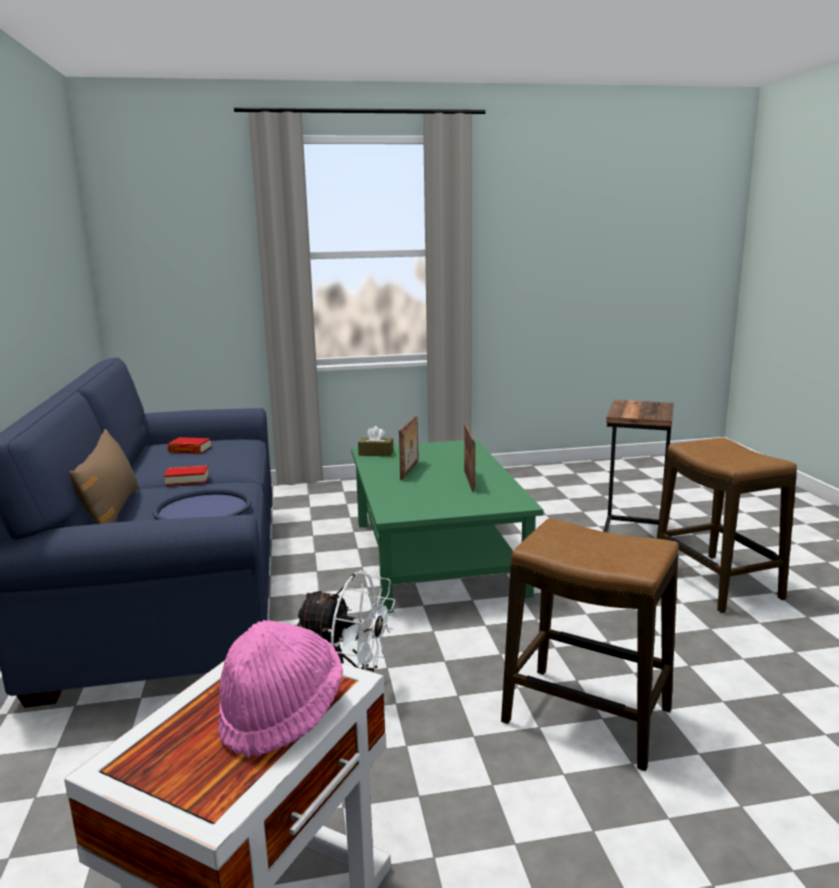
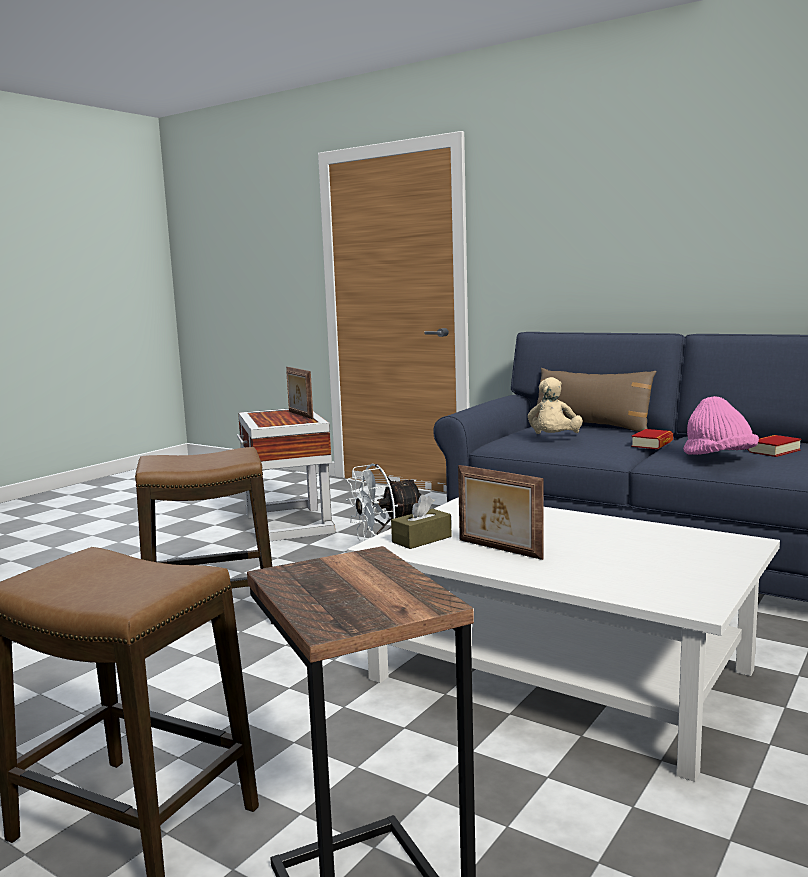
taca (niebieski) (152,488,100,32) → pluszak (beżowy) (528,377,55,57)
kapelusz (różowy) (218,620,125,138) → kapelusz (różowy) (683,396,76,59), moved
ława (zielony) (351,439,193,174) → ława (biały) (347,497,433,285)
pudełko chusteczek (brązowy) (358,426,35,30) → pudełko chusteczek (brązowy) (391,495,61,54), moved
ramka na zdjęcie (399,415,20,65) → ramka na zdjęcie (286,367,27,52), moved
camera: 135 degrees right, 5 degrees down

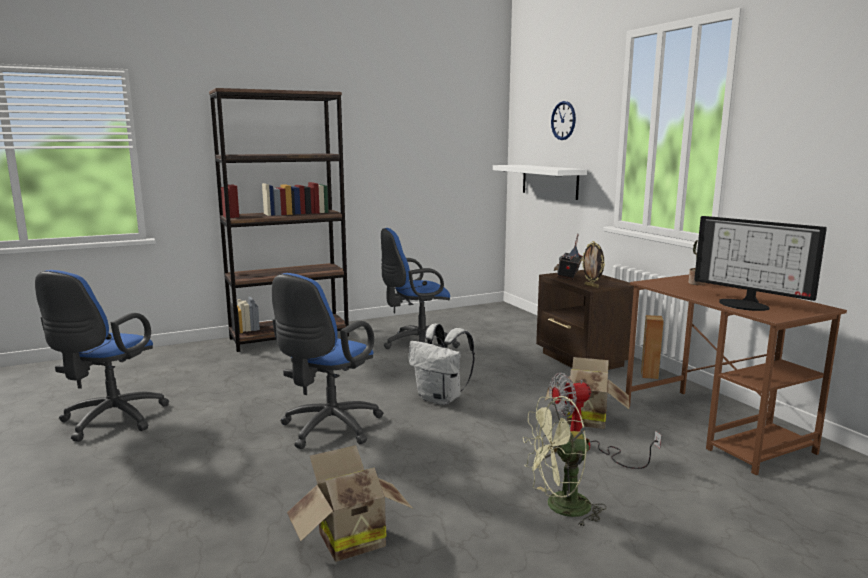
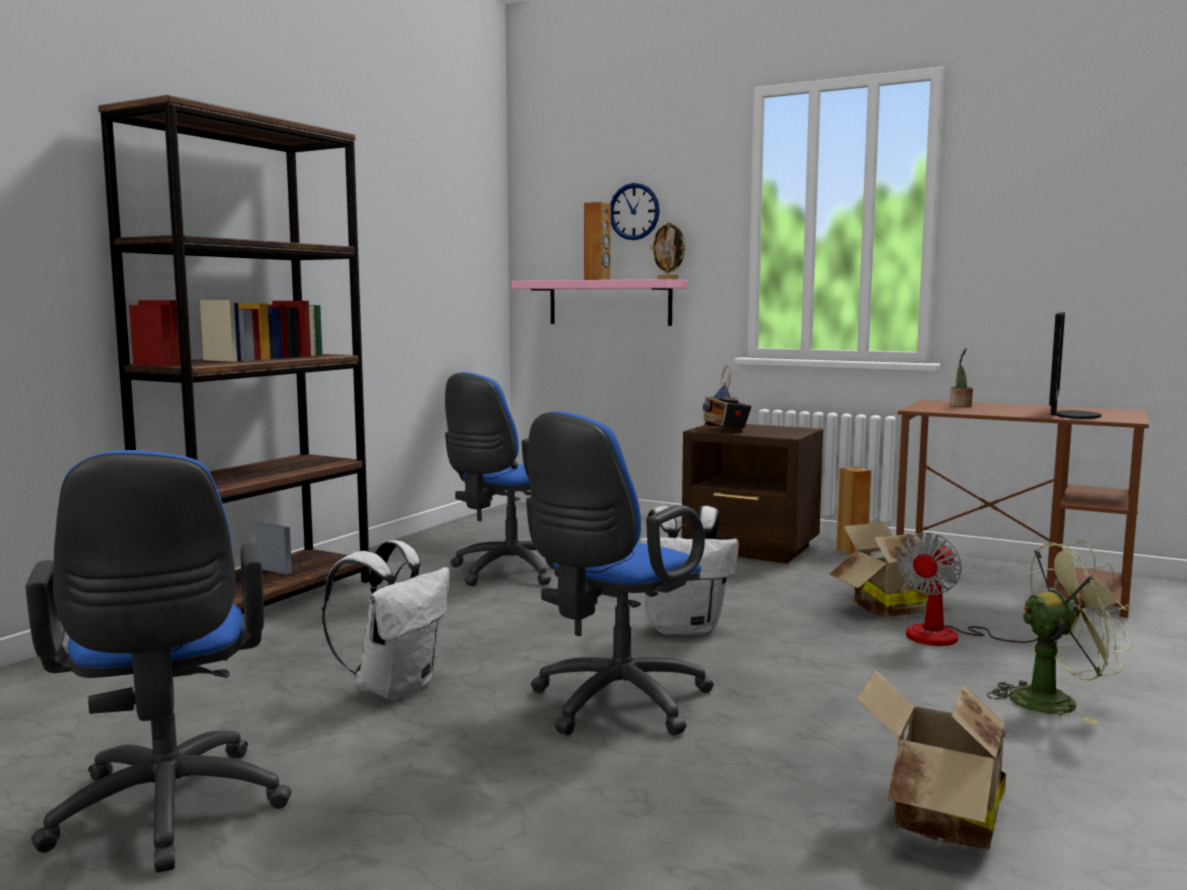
krzesło biurowe (niebieski) (272,273,111,176) → krzesło biurowe (niebieski) (526,411,188,324), 45 degrees clockwise
półka (biały) (493,165,94,35) → półka (różowy) (512,279,176,47)
wentylator (zielony) (523,396,83,131) → wentylator (zielony) (987,541,147,183), 135 degrees counterclockwise
ramka na zdjęcie (581,241,24,47) → ramka na zdjęcie (650,221,37,59), moved
monitor (694,216,133,95) → monitor (1049,312,53,107), 75 degrees counterclockwise
- → plecak (biały) (322,540,128,161)
- → głośnik (brązowy) (584,202,27,78)
camera: 35 degrees left, 5 degrees down

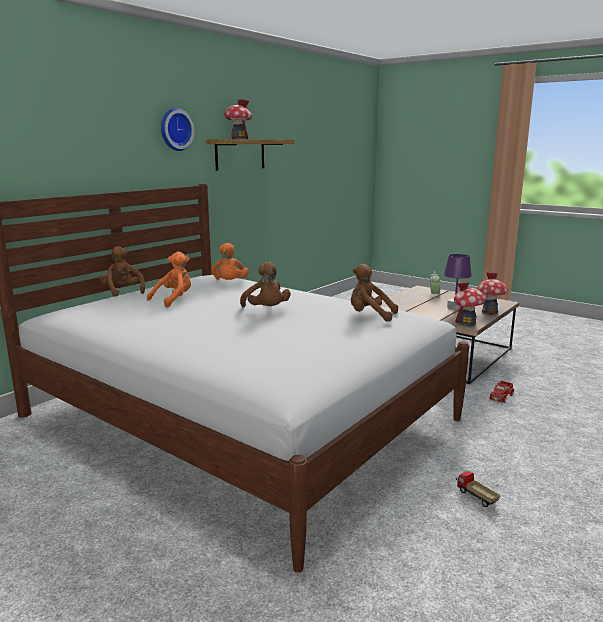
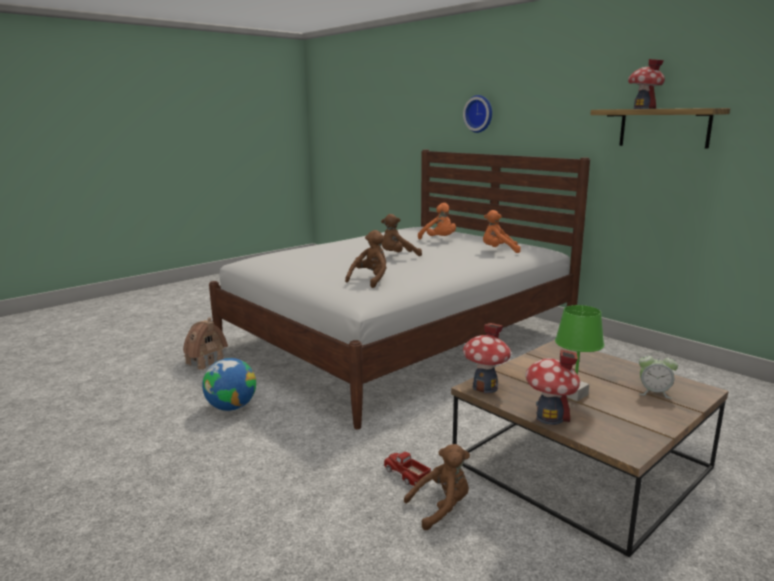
pluszak (brązowy) (99,246,46,50) → pluszak (brązowy) (404,444,66,86), moved
zegar ścienny (161,108,33,43) → zegar ścienny (463,95,29,38), moved
lampa stołowa (fioletowy) (444,254,28,56) → lampa stołowa (zielony) (555,305,49,96)
ciężarówka zabawkowa (456,472,44,35) → globus (202,358,54,53)
- → domek (183,317,45,53)
camera: 100 degrees right, 0 degrees up

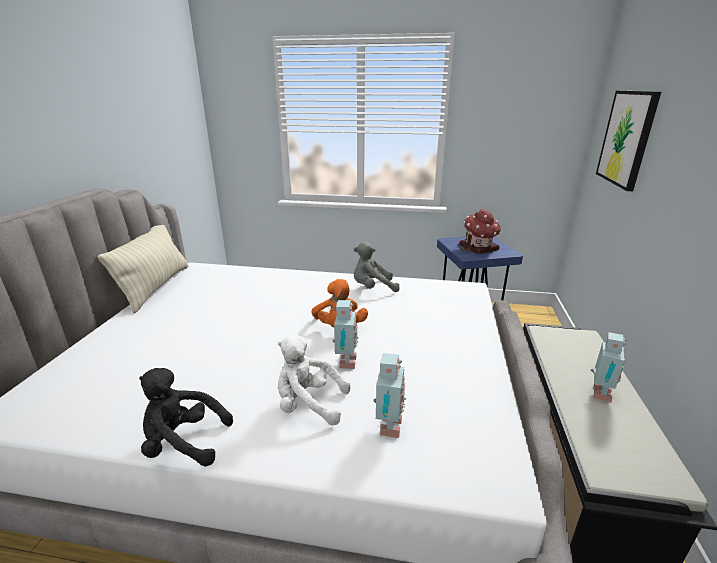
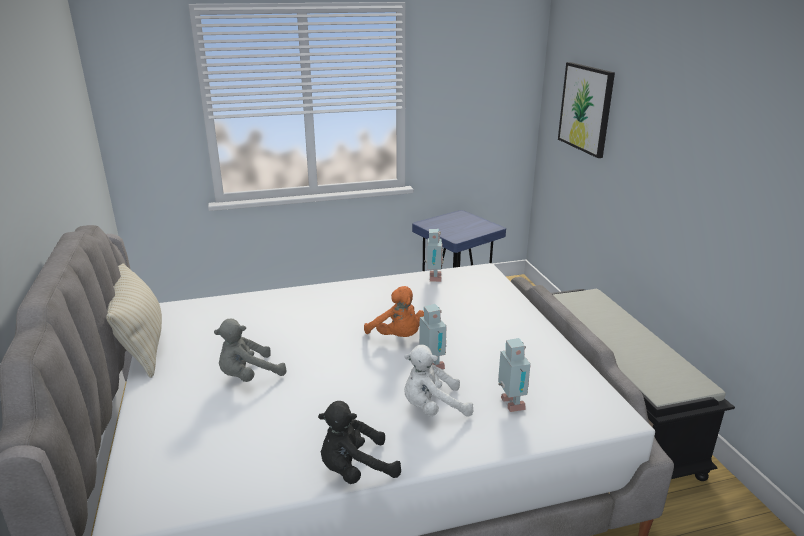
pluszak (szary) (354,242,45,50) → pluszak (szary) (214,319,73,63), moved
domek (459,209,42,45) → -
robot zabawkowy (591,332,35,71) → robot zabawkowy (424,229,20,53), moved
camera: 25 degrees left, 0 degrees up

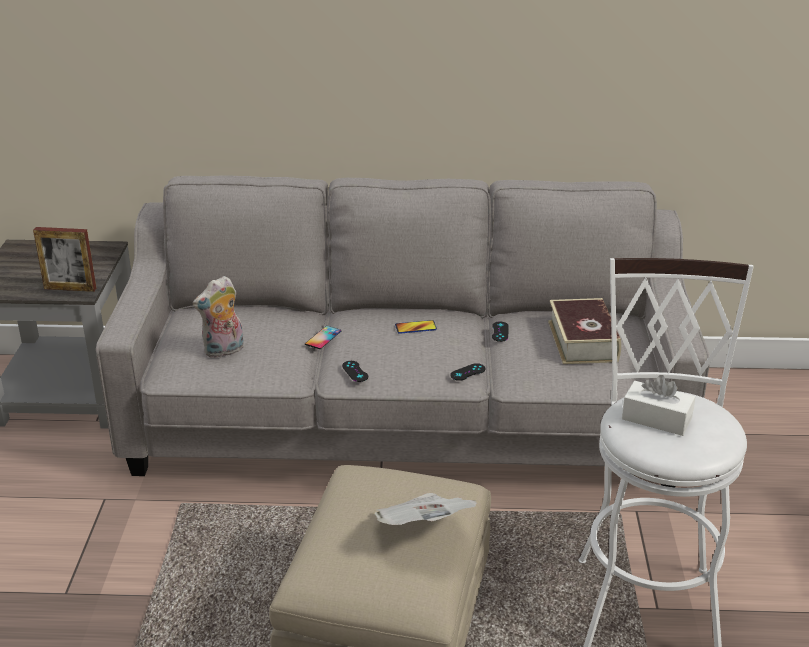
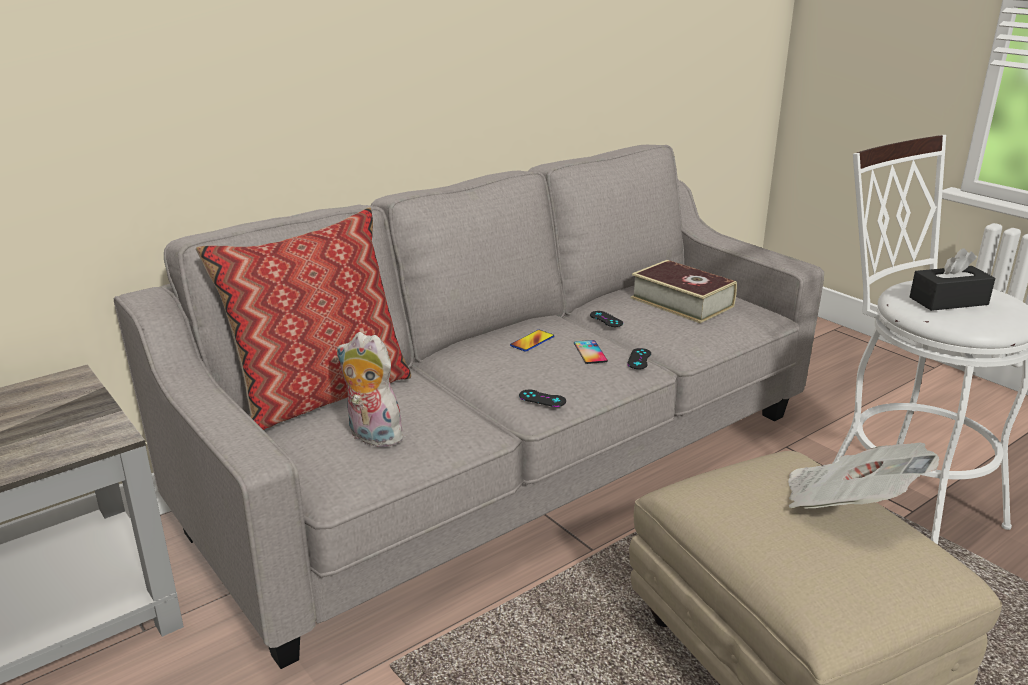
ramka na zdjęcie (33,227,63,65) → -
pluszak (193,276,51,83) → pluszak (337,332,73,115), 105 degrees clockwise
telefon (305,326,36,23) → telefon (574,340,34,24), moved
pudełko chusteczek (biały) (622,375,73,61) → pudełko chusteczek (czarny) (910,248,85,63)
- → poduszka (196,207,215,223)
camera: 40 degrees left, 5 degrees down

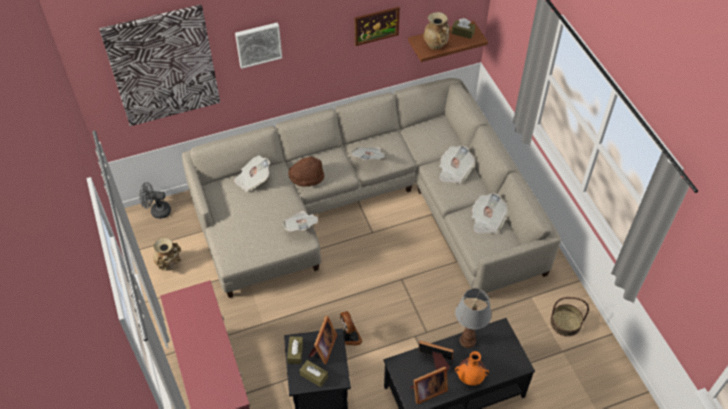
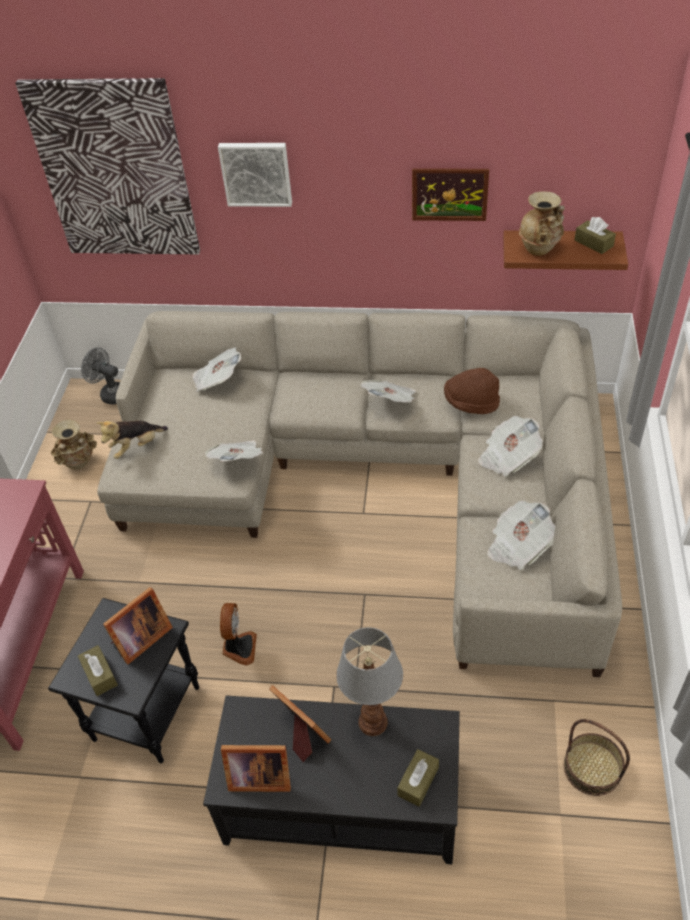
pudełko chusteczek (brązowy) (287,336,16,28) → pudełko chusteczek (brązowy) (397,749,42,58), moved
kapelusz (brązowy) (288,157,36,30) → kapelusz (brązowy) (444,368,56,46), moved
wazon (pomarańczowy) (455,351,34,35) → -
- → pluszak (97,420,71,39)
camera: 30 degrees right, 5 degrees down

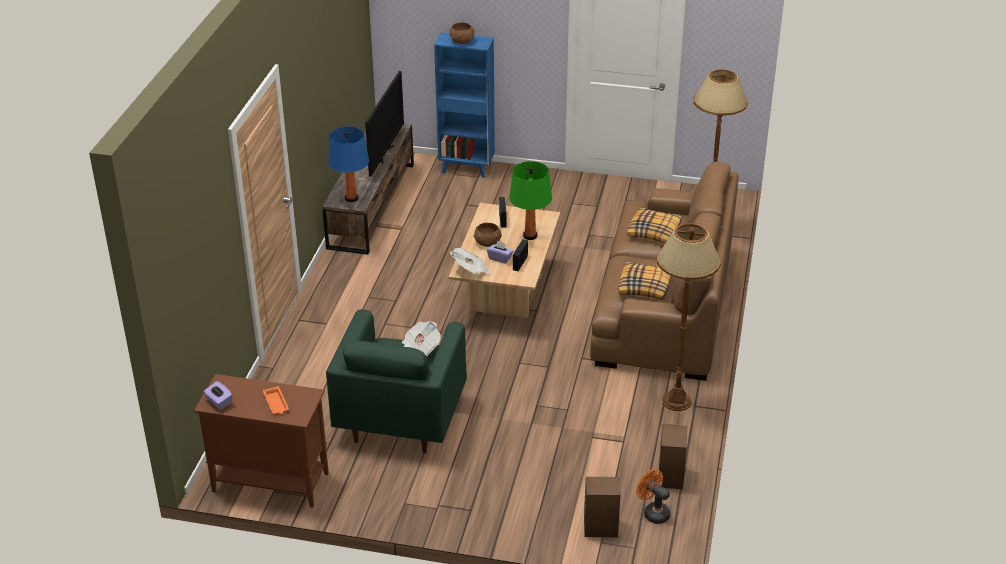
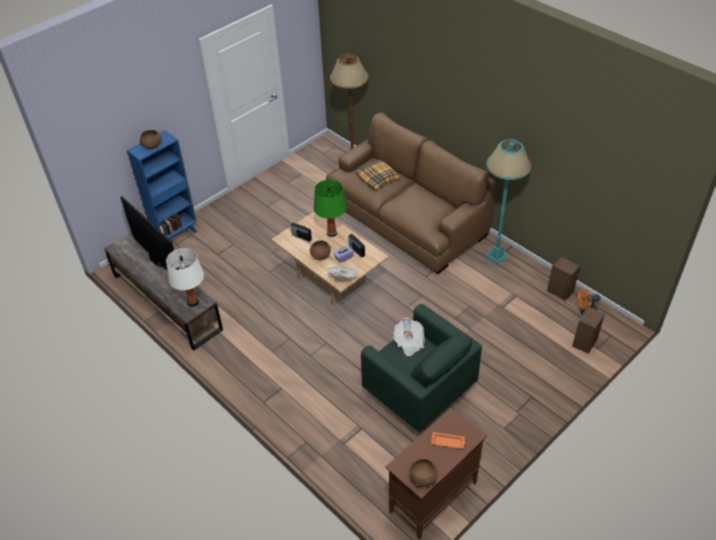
pudełko chusteczek (fioletowy) (204,381,29,29) → miska (brązowy) (409,458,29,29)
lampa stołowa (niebieski) (328,126,41,76) → lampa stołowa (biały) (166,248,38,59)
poduszka (618,262,53,38) → -
lampa stojąca (brązowy) (657,223,64,188) → lampa stojąca (turkusowy) (486,139,45,124)
camera: 55 degrees left, 10 degrees up

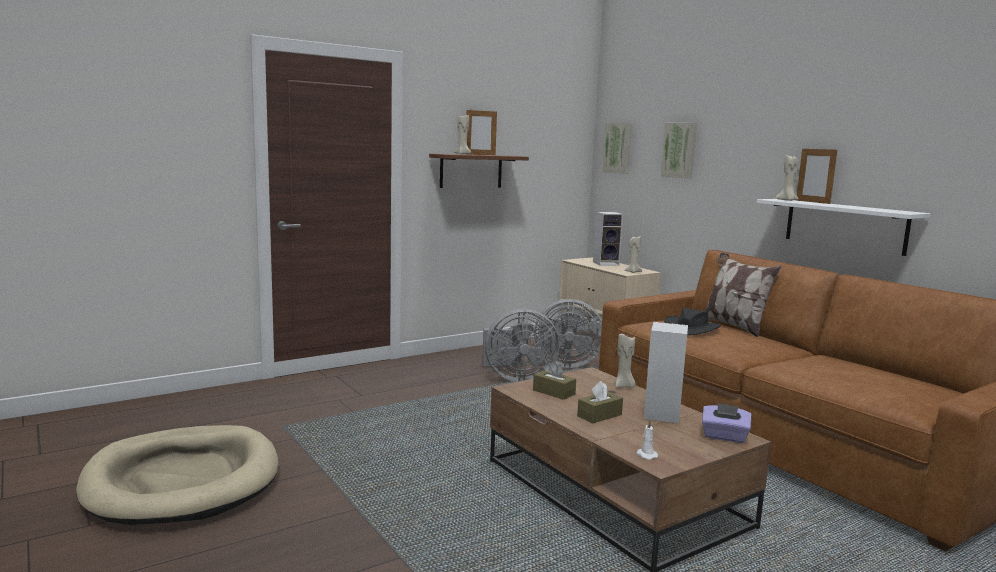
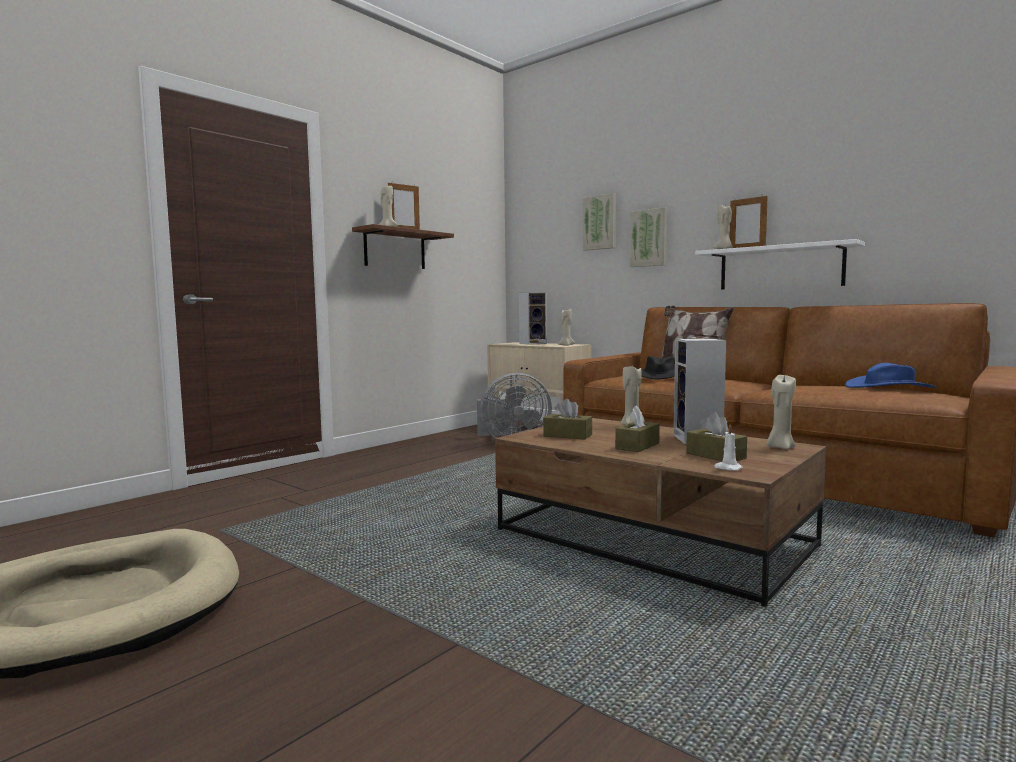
wentylator (szary) (482,308,78,74) → -
obraz (602,123,30,51) → obraz (630,207,37,60), moved
pudełko chusteczek (fioletowy) (702,403,49,40) → świeca (beżowy) (767,375,29,74)
- → pudełko chusteczek (brązowy) (686,412,61,49)
- → kapelusz (niebieski) (845,363,92,25)
camera: 15 degrees left, 5 degrees down

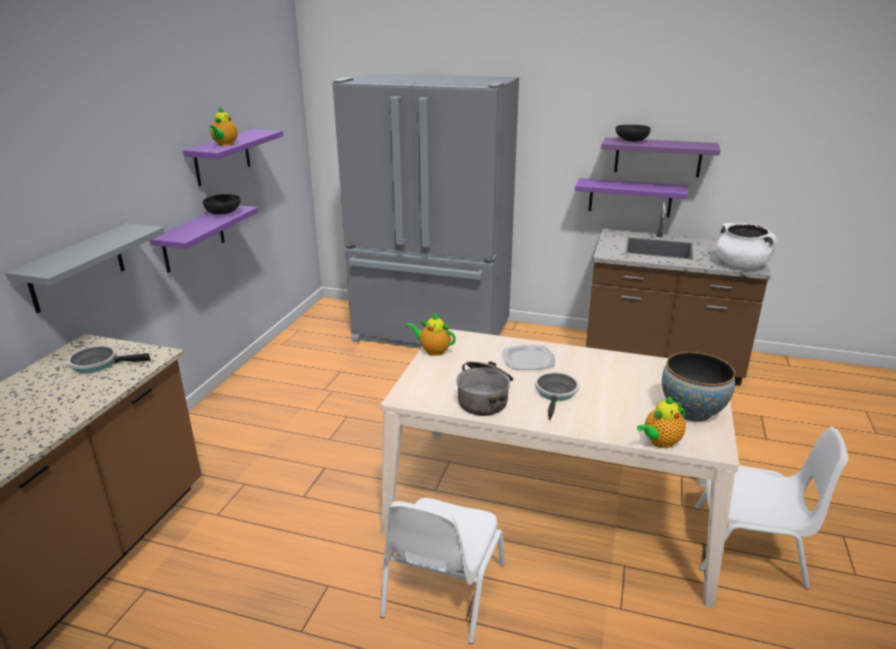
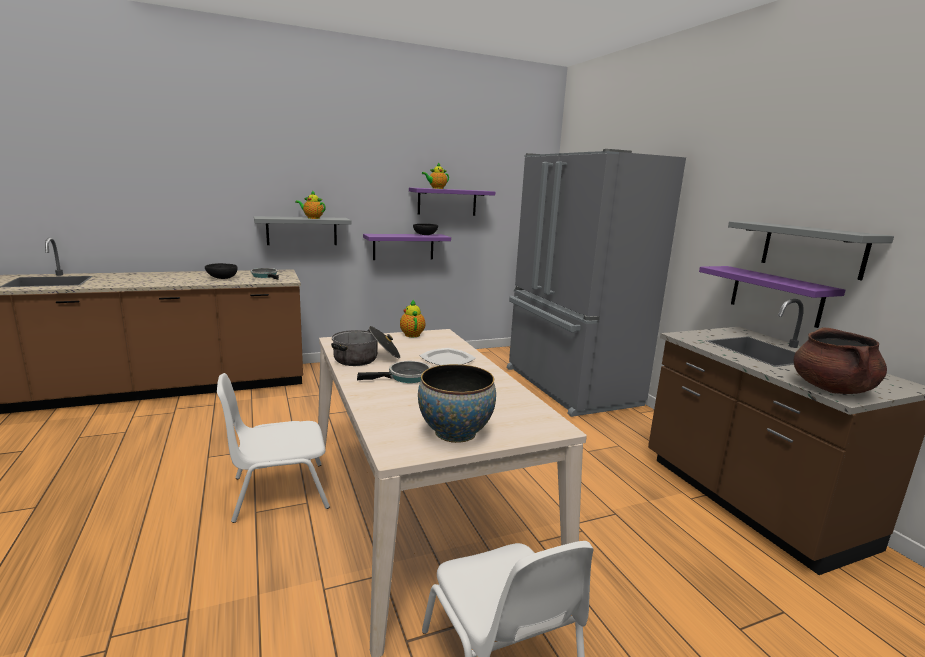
półka (fioletowy) (601,138,119,39) → półka (szary) (728,221,166,59)
miska (czarny) (615,125,36,17) → miska (czarny) (205,263,33,16), moved
imbryk (637,396,49,52) → imbryk (295,190,31,29), moved
garnek (biały) (716,223,61,45) → garnek (brązowy) (794,327,93,67)
camera: 50 degrees right, 10 degrees down

